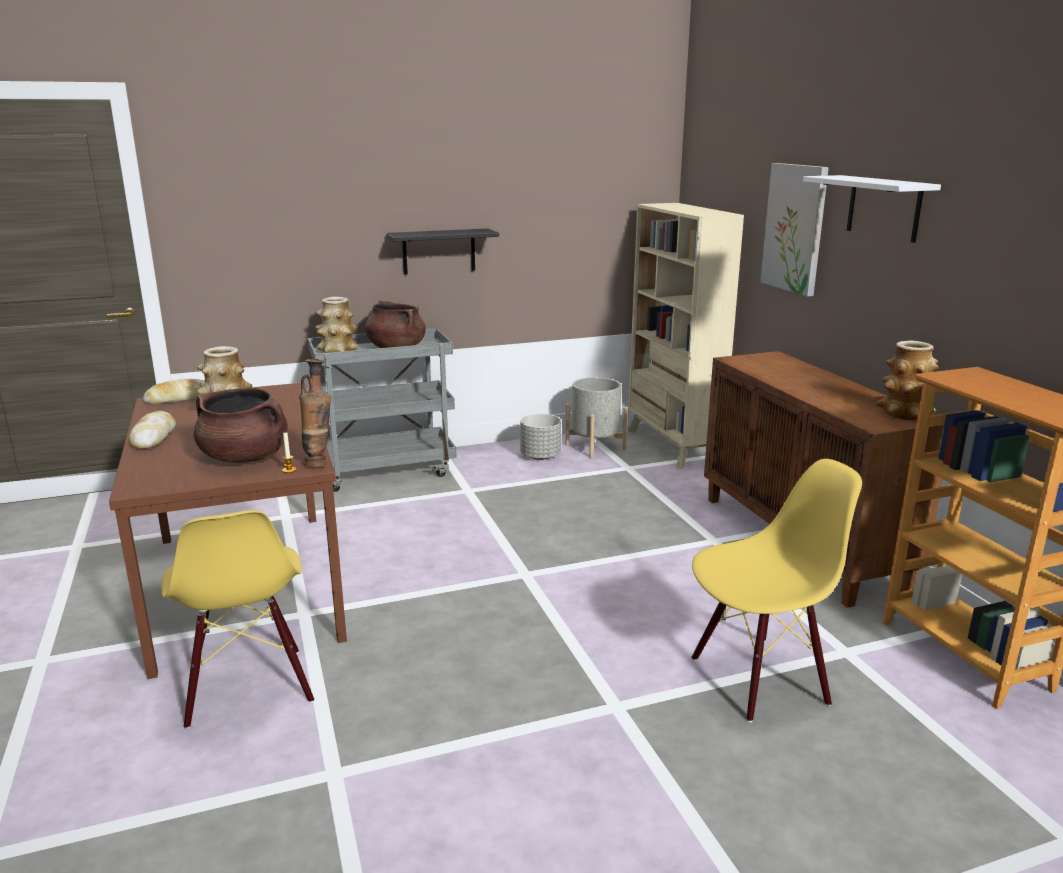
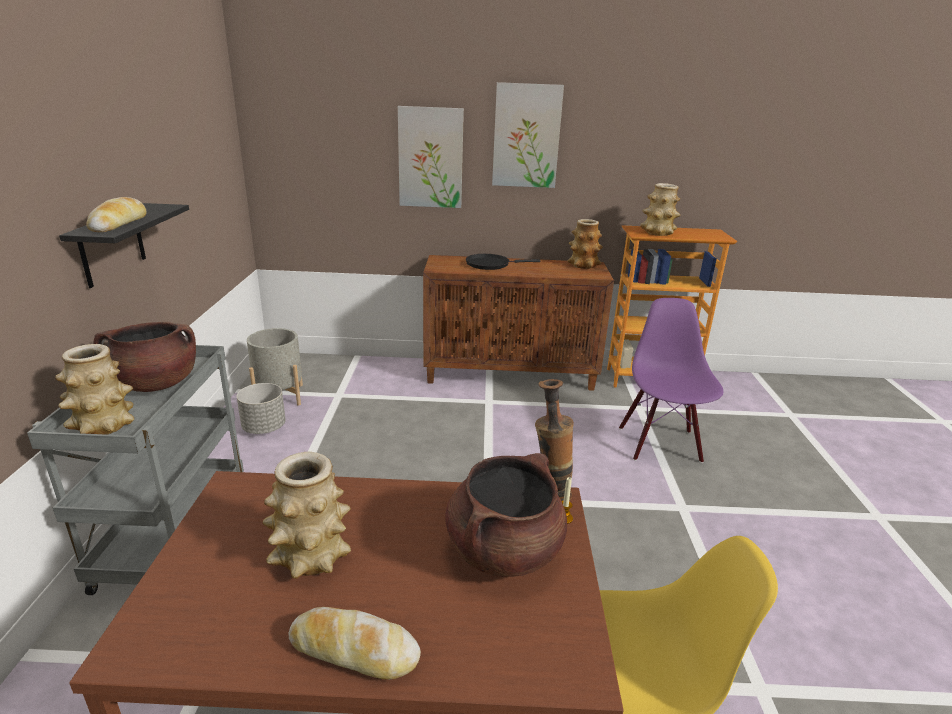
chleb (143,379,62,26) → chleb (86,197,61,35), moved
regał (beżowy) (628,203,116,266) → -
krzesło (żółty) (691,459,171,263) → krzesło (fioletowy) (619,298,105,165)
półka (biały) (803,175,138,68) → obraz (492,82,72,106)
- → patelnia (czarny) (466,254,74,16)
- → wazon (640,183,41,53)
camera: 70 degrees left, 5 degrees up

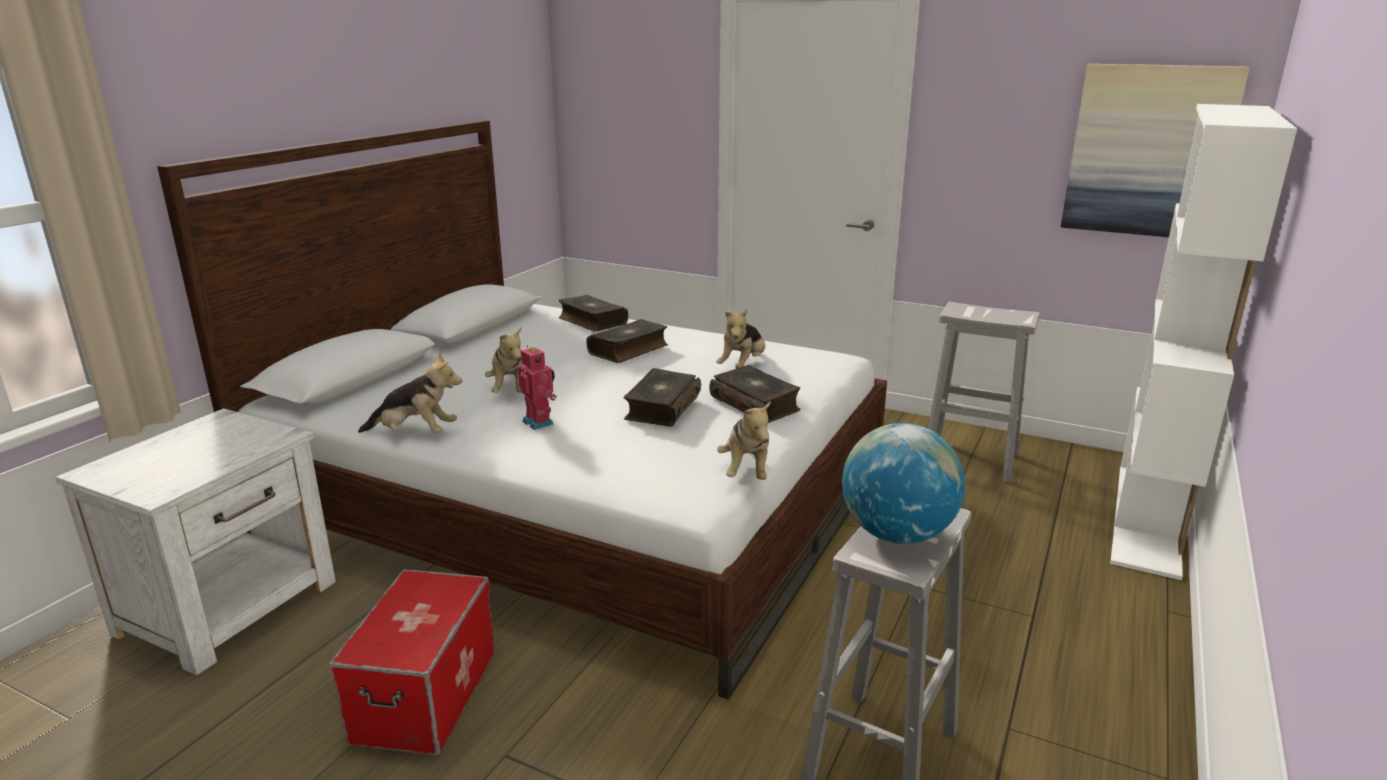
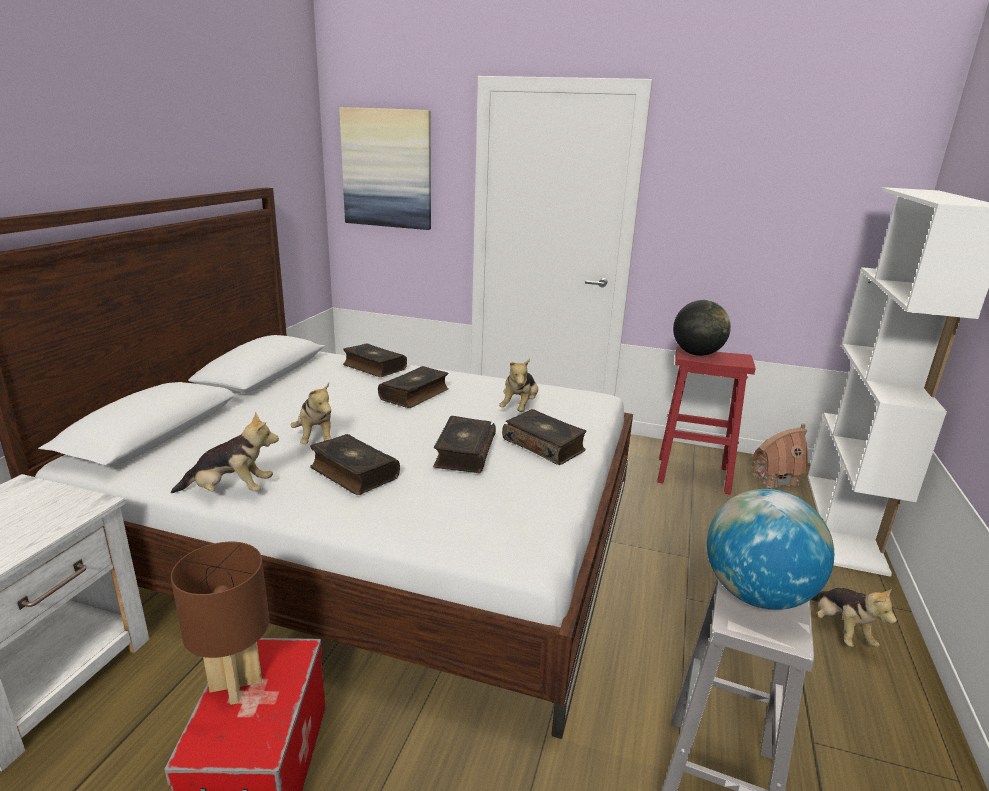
robot zabawkowy (518,345,39,85) → książka (310,434,90,61)
pluszak (717,400,54,80) → pluszak (811,587,86,60), moved
stołek (biały) (928,302,112,181) → stołek (czerwony) (657,347,98,148)
obraz (1061,64,188,173) → obraz (339,107,92,123), moved
- → lampa stołowa (brązowy) (171,542,99,163)
- → globus (673,300,58,56)
- → domek (752,424,56,64)
camera: 10 degrees left, 0 degrees up

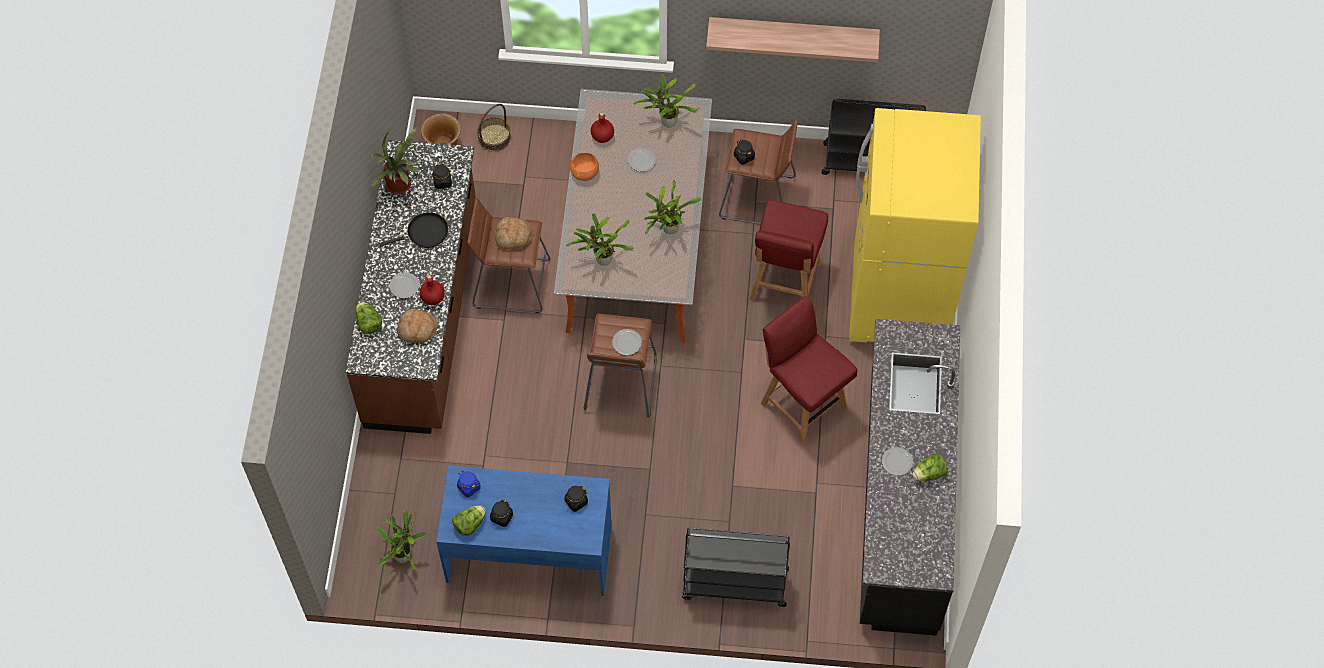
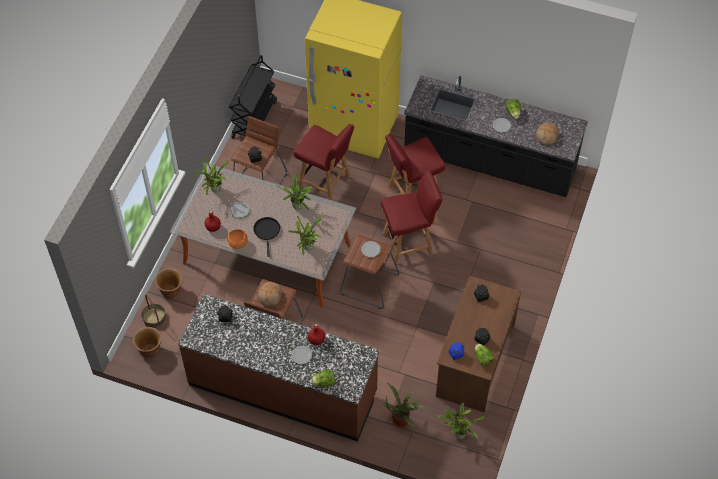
roślina doniczkowa (370,127,50,67) → roślina doniczkowa (383,383,41,45), moved
patelnia (czarny) (379,212,69,36) → patelnia (czarny) (253,217,27,40), moved
chleb (397,309,41,34) → chleb (535,123,24,22), moved
biurko (niebieski) (436,466,176,130) → biurko (brązowy) (436,276,85,137)
wózek (czarny) (682,528,108,79) → -
półka (706,17,174,45) → -
- → donica (brązowy) (155,268,28,30)
- → krzesło (czerwony) (381,170,62,94)
camera: 75 degrees left, 5 degrees down

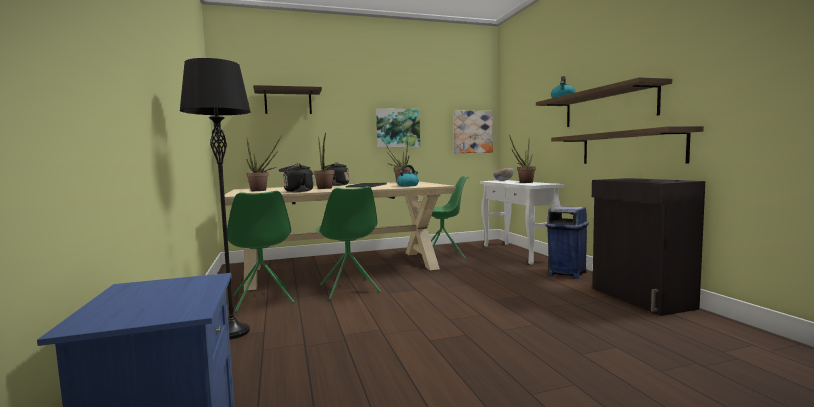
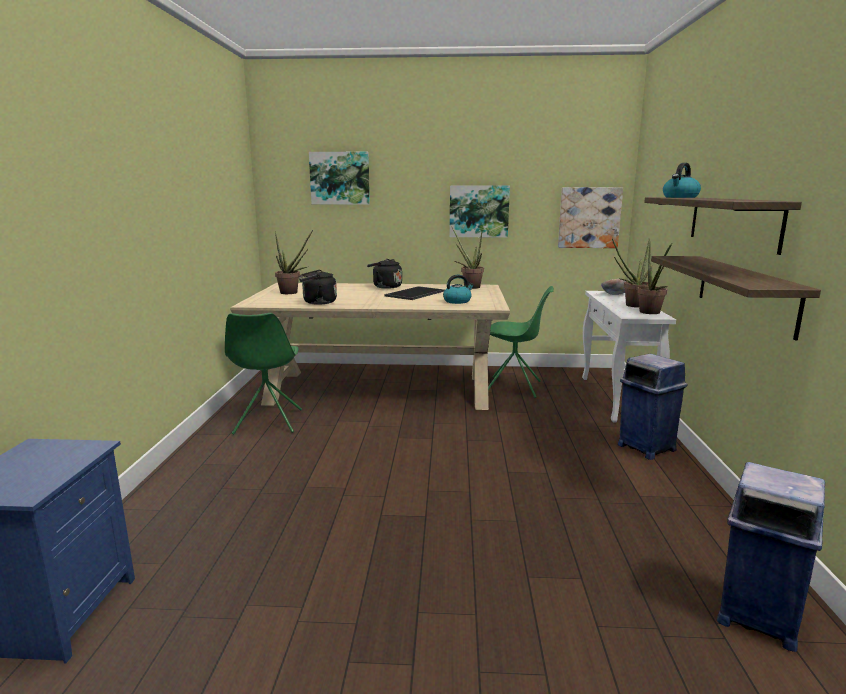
lampa stojąca (czarny) (180,58,70,281) → -
półka (253,85,69,29) → obraz (309,152,61,53)
roślina doniczkowa (314,133,21,56) → roślina doniczkowa (637,243,35,71), moved
krzesło (zielony) (317,186,64,114) → -
szafka (czarny) (592,178,113,138) → -
- → kosz na śmieci (niebieski) (717,462,108,190)
camera: 20 degrees right, 10 degrees up

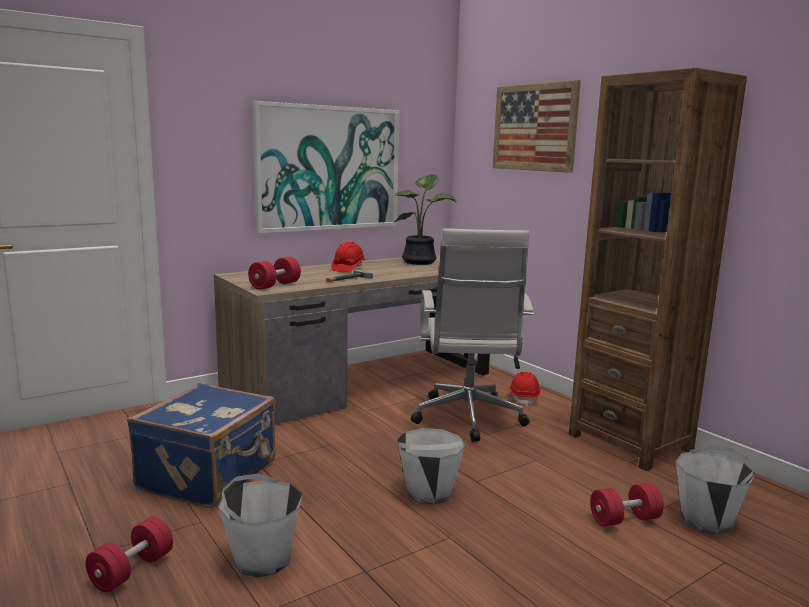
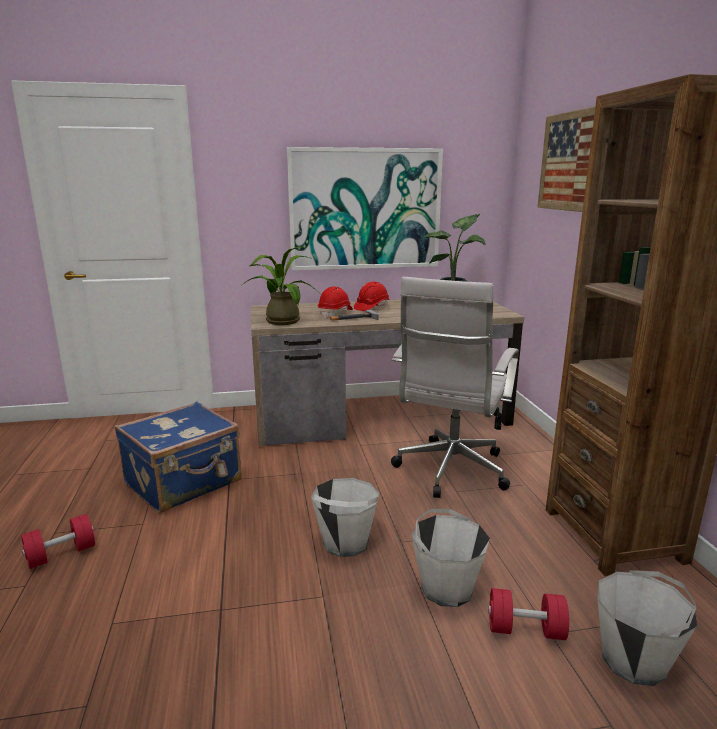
wiadro (biały) (218,474,84,103) → wiadro (biały) (412,509,78,98), moved
hantel (czerwony) (248,257,53,33) → roślina doniczkowa (242,246,77,79)
kask (czerwony) (509,372,32,34) → kask (czerwony) (318,286,35,32), moved
camera: 25 degrees right, 5 degrees up

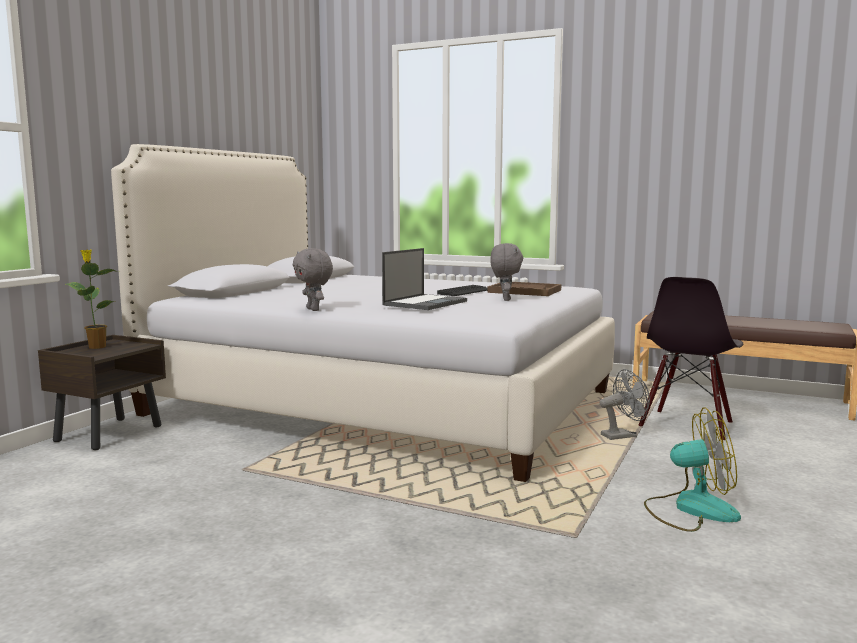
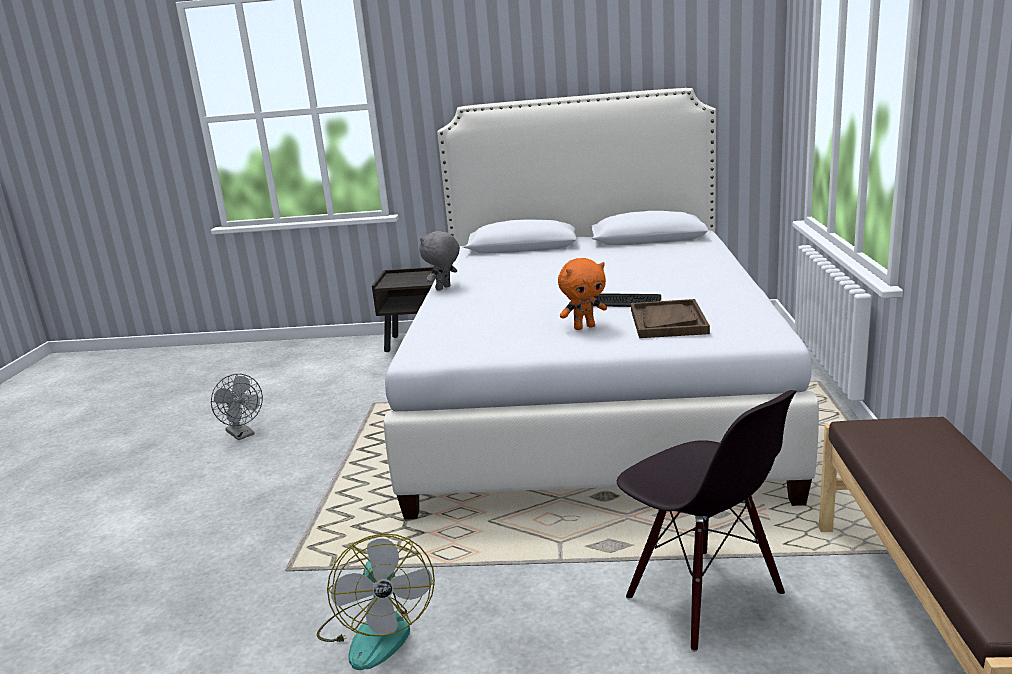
roślina doniczkowa (66,250,53,99) → -
laptop (382,248,85,62) → -
pluszak (szary) (490,243,33,58) → pluszak (pomarańczowy) (558,258,49,72)
wentylator (szary) (600,369,50,71) → wentylator (szary) (211,374,52,66), moved
krzesło (czarny) (638,277,105,165) → krzesło (czarny) (617,390,179,262), 135 degrees counterclockwise
camera: 70 degrees right, 10 degrees up

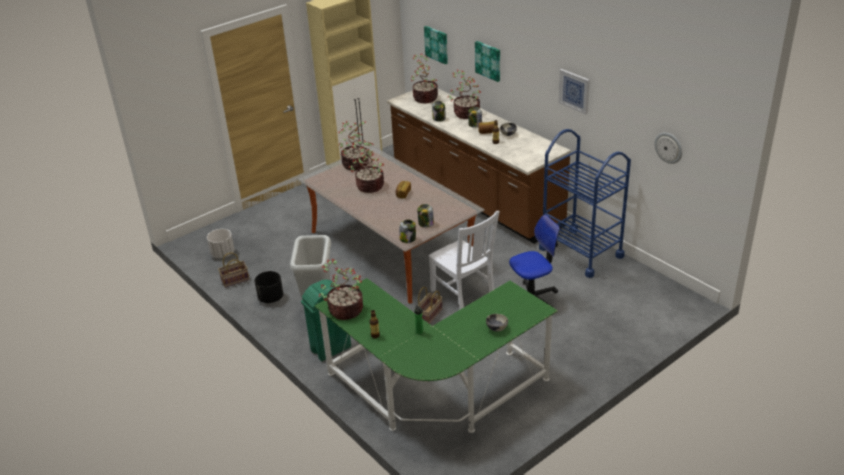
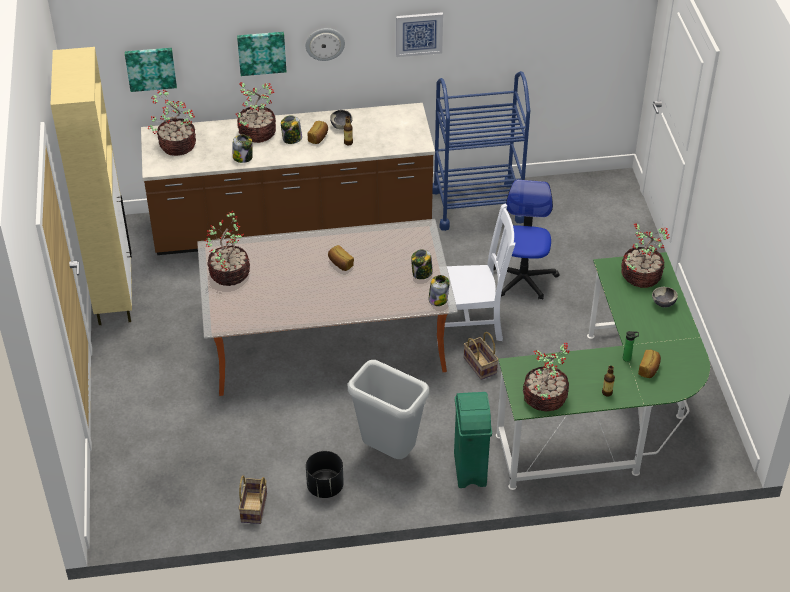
donica (biały) (207,229,27,29) → -
roślina doniczkowa (348,139,36,54) → roślina doniczkowa (621,224,49,64), moved
zegar ścienny (654,132,28,32) → zegar ścienny (306,28,39,33), moved
- → chleb (638,350,23,28)
camera: 60 degrees left, 10 degrees up

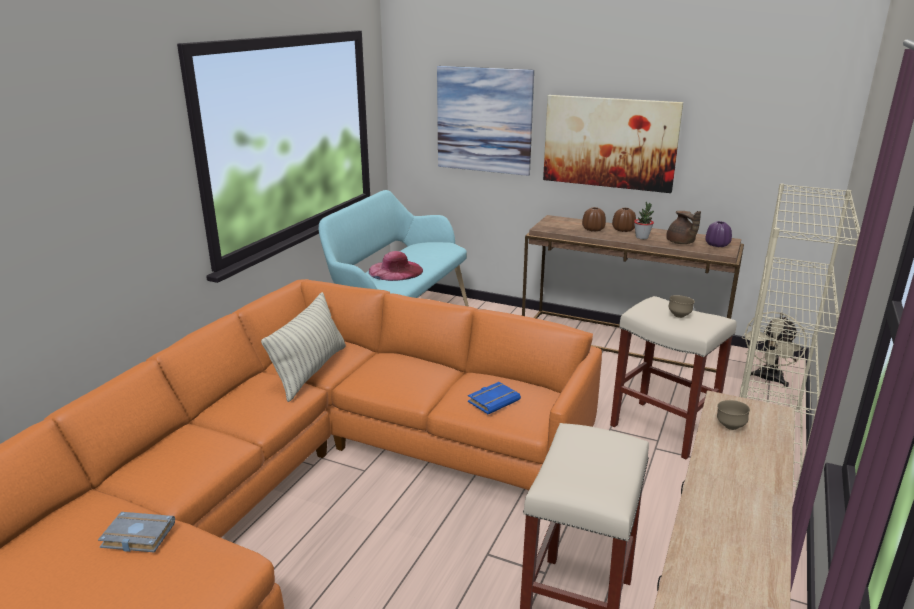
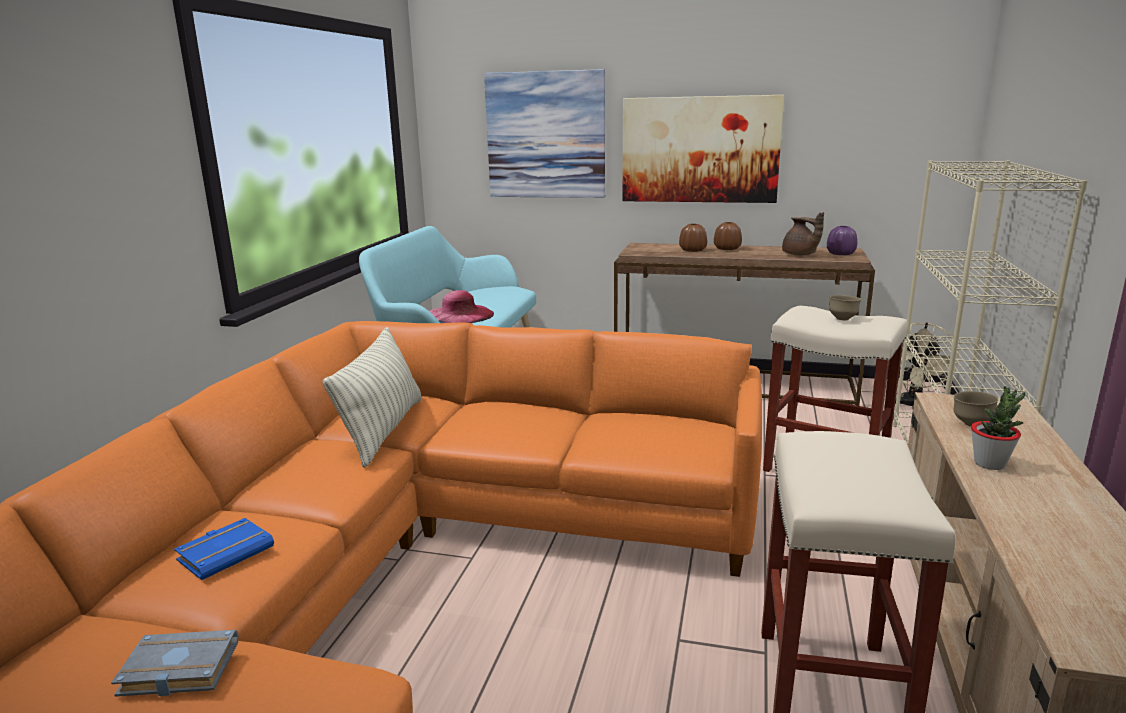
książka (niebieski) (468,382,53,32) → książka (niebieski) (174,518,100,62), moved
roślina doniczkowa (634,202,20,37) → roślina doniczkowa (971,386,54,84), moved
camera: 10 degrees left, 5 degrees down

